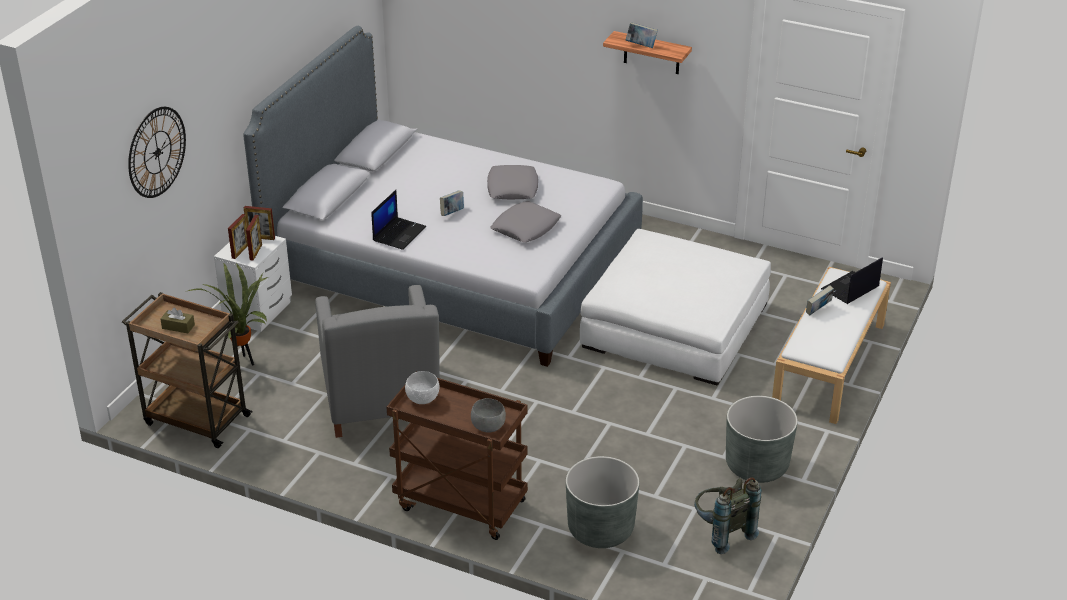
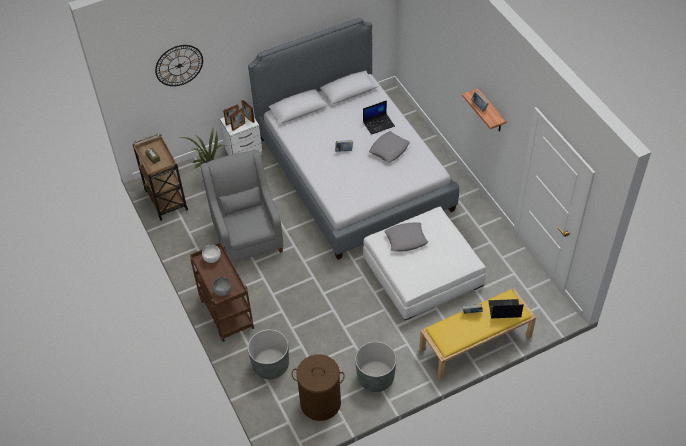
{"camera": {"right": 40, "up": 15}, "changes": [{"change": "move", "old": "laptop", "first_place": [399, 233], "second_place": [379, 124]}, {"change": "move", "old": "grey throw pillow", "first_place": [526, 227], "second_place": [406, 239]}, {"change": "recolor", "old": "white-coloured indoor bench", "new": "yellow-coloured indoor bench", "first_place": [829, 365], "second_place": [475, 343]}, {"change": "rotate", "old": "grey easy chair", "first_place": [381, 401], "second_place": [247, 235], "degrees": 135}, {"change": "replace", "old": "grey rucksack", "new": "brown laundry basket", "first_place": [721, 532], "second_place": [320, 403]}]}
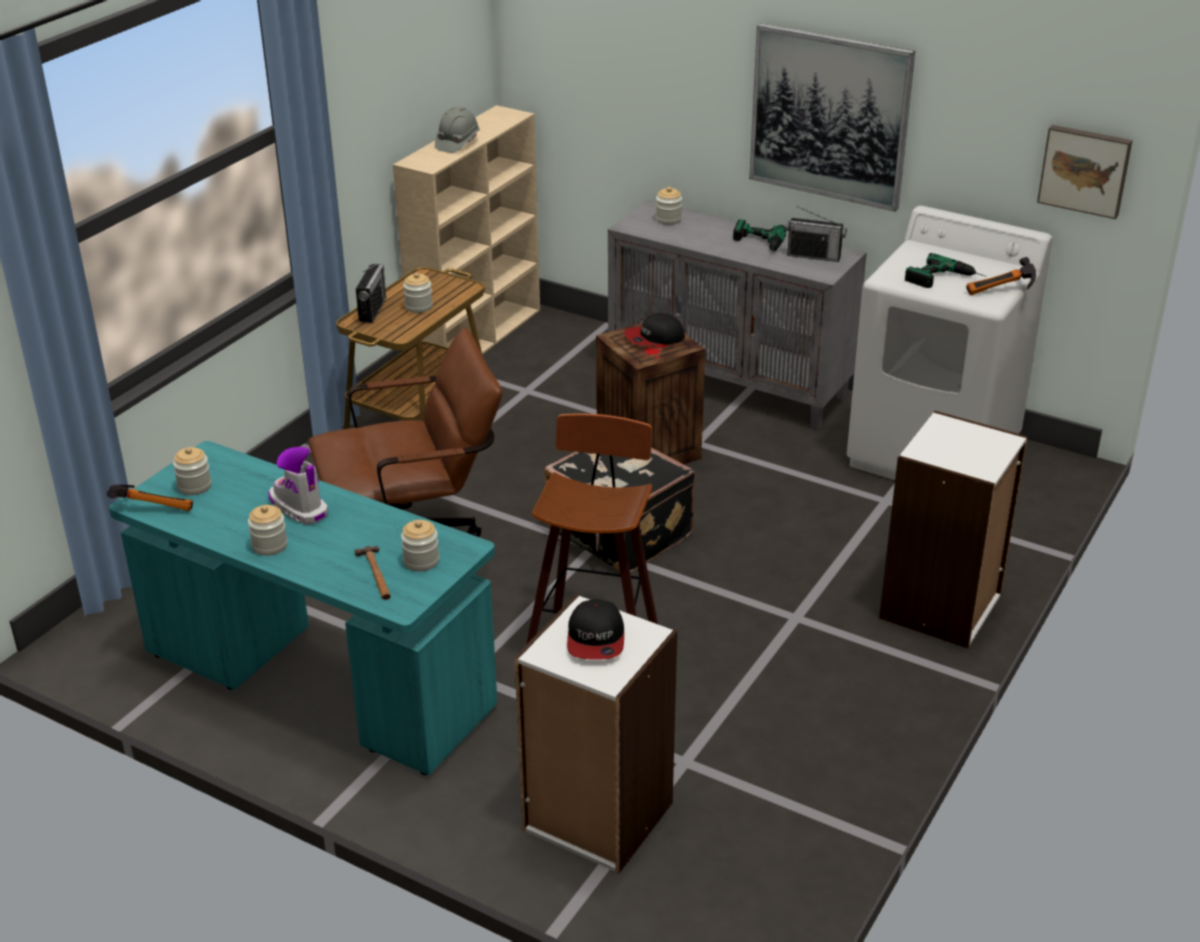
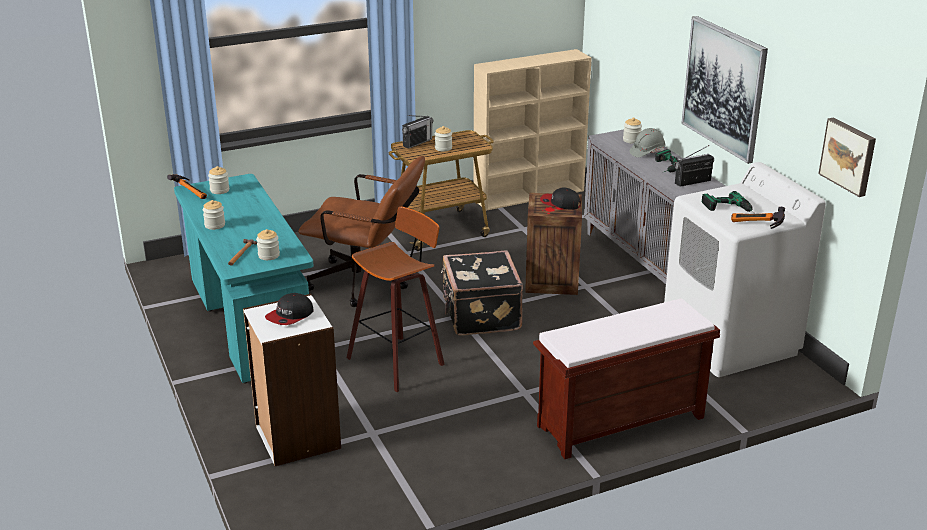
{"camera": {"right": 35, "up": -5}, "changes": [{"change": "move", "old": "grey hard hat", "first_place": [457, 143], "second_place": [647, 152]}, {"change": "rotate", "old": "radio receiver", "first_place": [814, 256], "second_place": [692, 182], "degrees": 105}, {"change": "replace", "old": "white-coloured bookshelf", "new": "brown indoor bench", "first_place": [941, 607], "second_place": [619, 423]}, {"change": "delete", "old": "high-top boot", "first_place": [298, 507]}]}
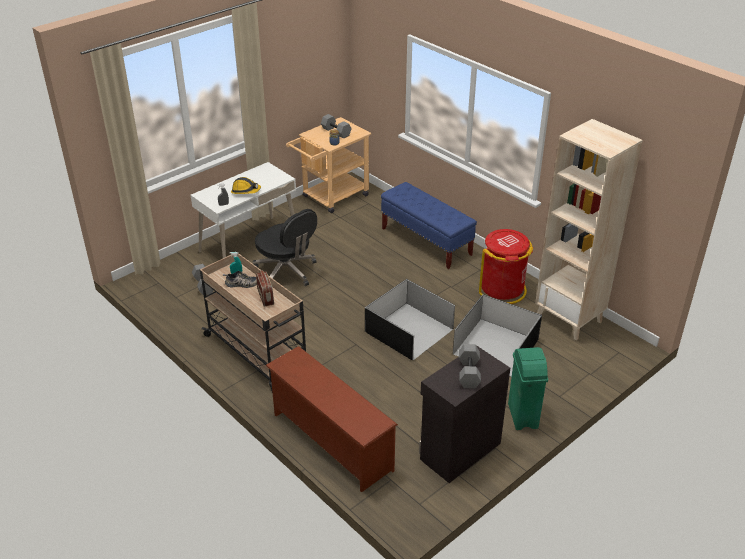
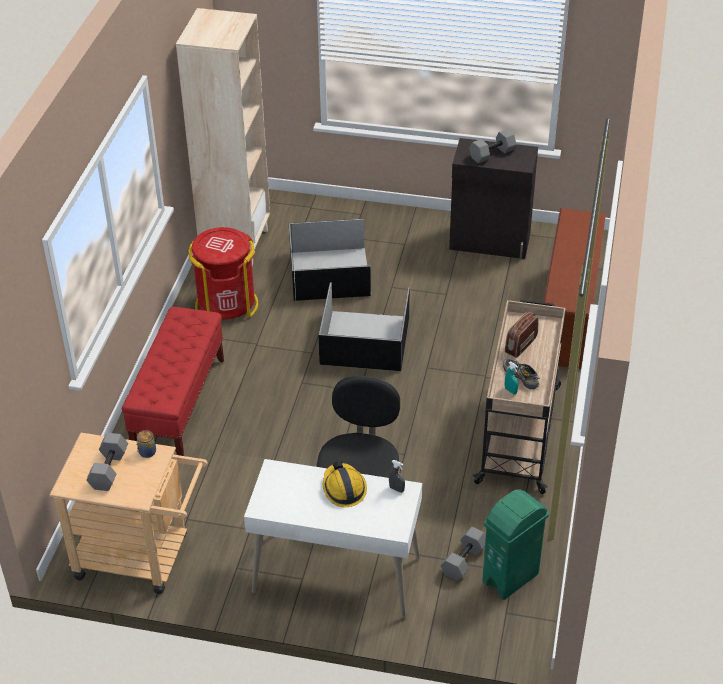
{"camera": {"right": -125, "up": 5}, "changes": [{"change": "recolor", "old": "blue indoor bench", "new": "red indoor bench", "first_place": [426, 242], "second_place": [179, 404]}, {"change": "move", "old": "green waste bin", "first_place": [522, 416], "second_place": [511, 578]}]}
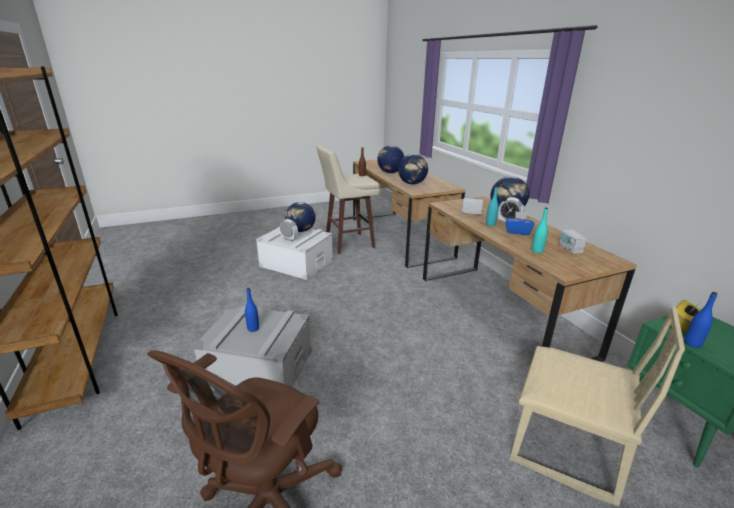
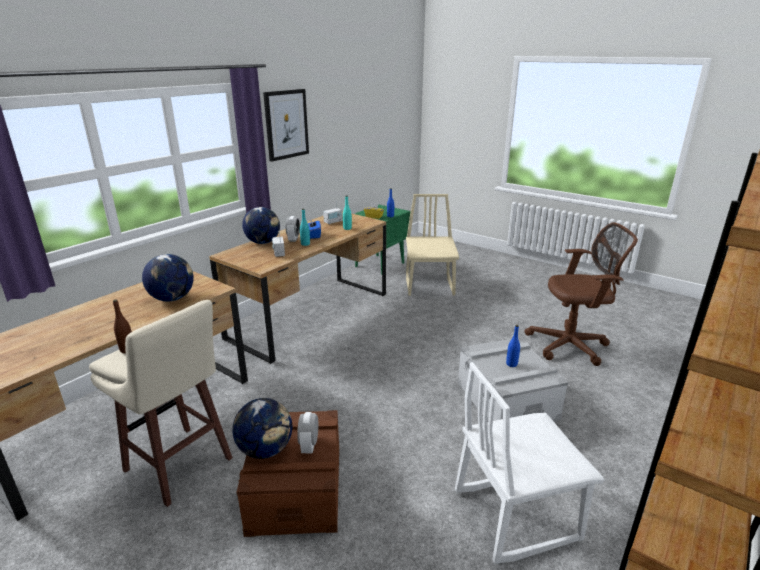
{"camera": {"right": -120, "up": 0}, "changes": [{"change": "delete", "old": "world globe", "first_place": [390, 172]}, {"change": "recolor", "old": "white-coloured storage box", "new": "brown storage box", "first_place": [296, 263], "second_place": [296, 489]}, {"change": "insert", "new": "picture", "second_place": [286, 124]}, {"change": "insert", "new": "white-coloured upright chair", "second_place": [515, 514]}]}
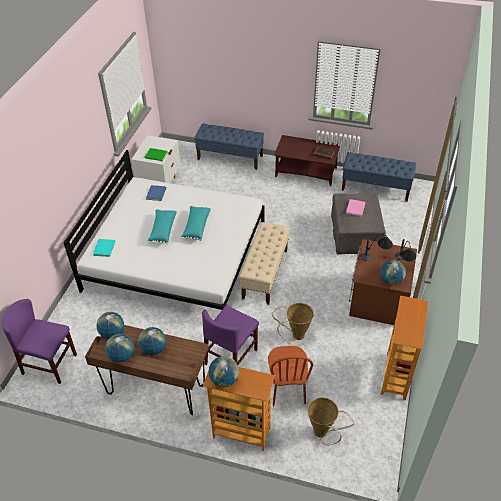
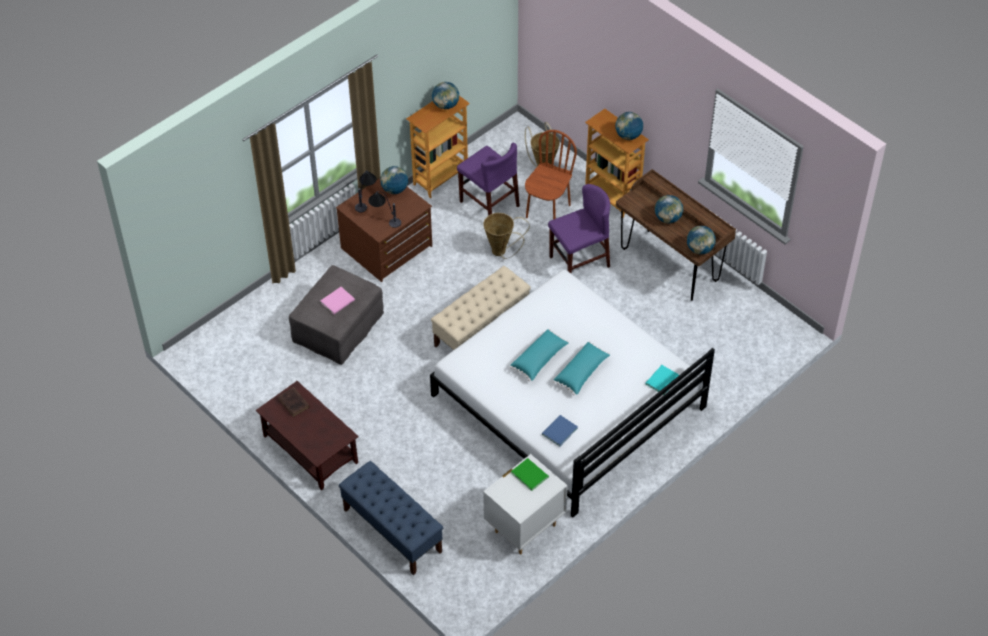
{"camera": {"right": -150, "up": 5}, "changes": [{"change": "delete", "old": "blue indoor bench", "first_place": [376, 188]}, {"change": "move", "old": "purple-coloured upright chair", "first_place": [49, 364], "second_place": [489, 204]}, {"change": "move", "old": "world globe", "first_place": [122, 356], "second_place": [446, 105]}]}
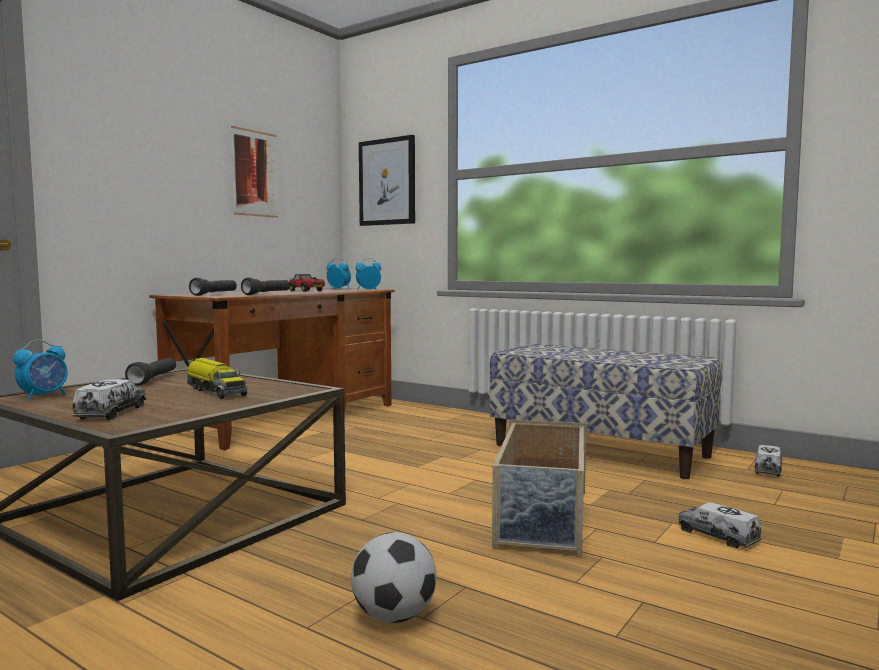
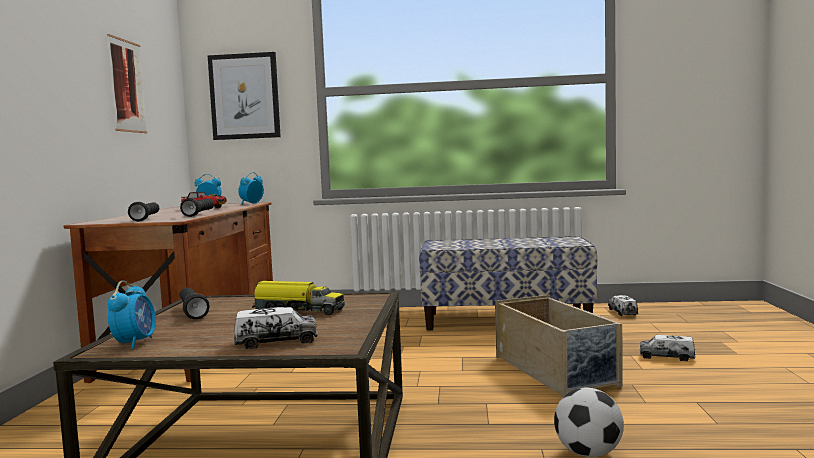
{"camera": {"right": -30, "up": 0}, "changes": [{"change": "rotate", "old": "toy truck", "first_place": [111, 413], "second_place": [276, 342], "degrees": 105}]}
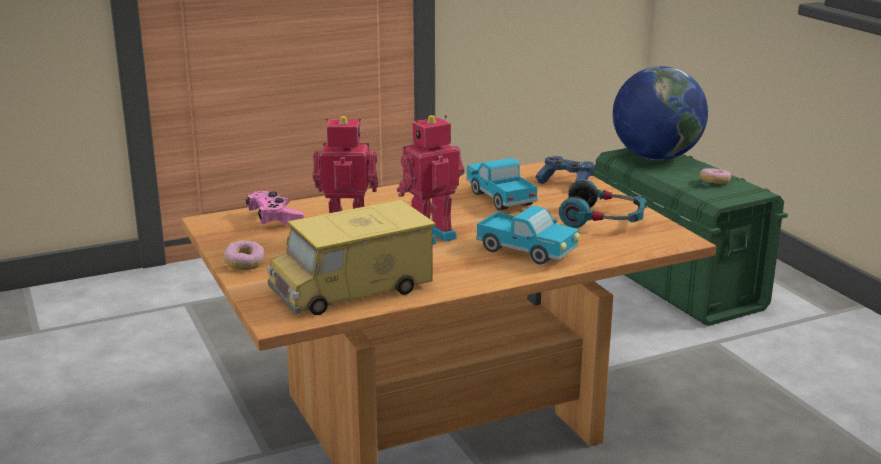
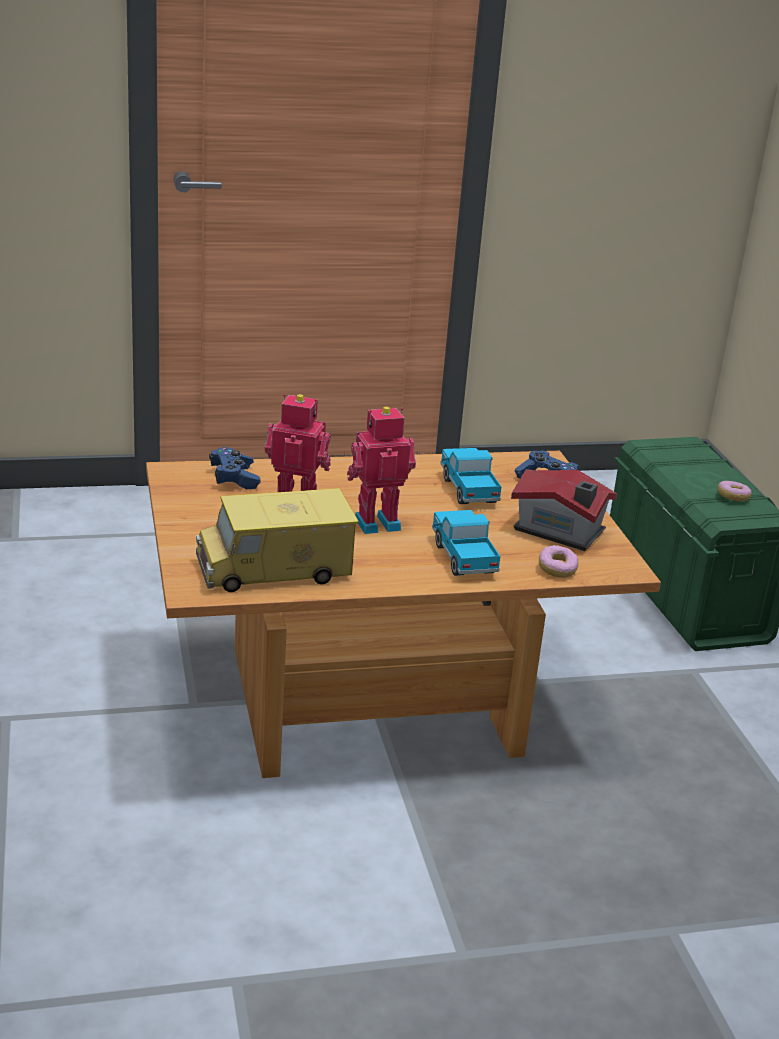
{"camera": {"right": 10, "up": 5}, "changes": [{"change": "delete", "old": "world globe", "first_place": [656, 157]}, {"change": "replace", "old": "headphones", "new": "model house", "first_place": [603, 219], "second_place": [560, 532]}, {"change": "recolor", "old": "pink gamepad", "new": "blue gamepad", "first_place": [275, 219], "second_place": [234, 478]}, {"change": "rotate", "old": "toy truck", "first_place": [527, 252], "second_place": [463, 557], "degrees": -150}, {"change": "move", "old": "donut", "first_place": [245, 264], "second_place": [557, 570]}]}
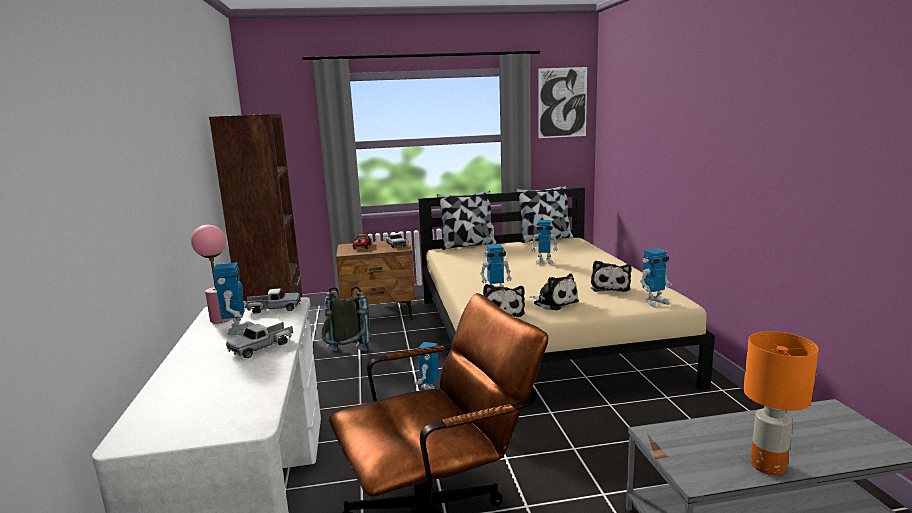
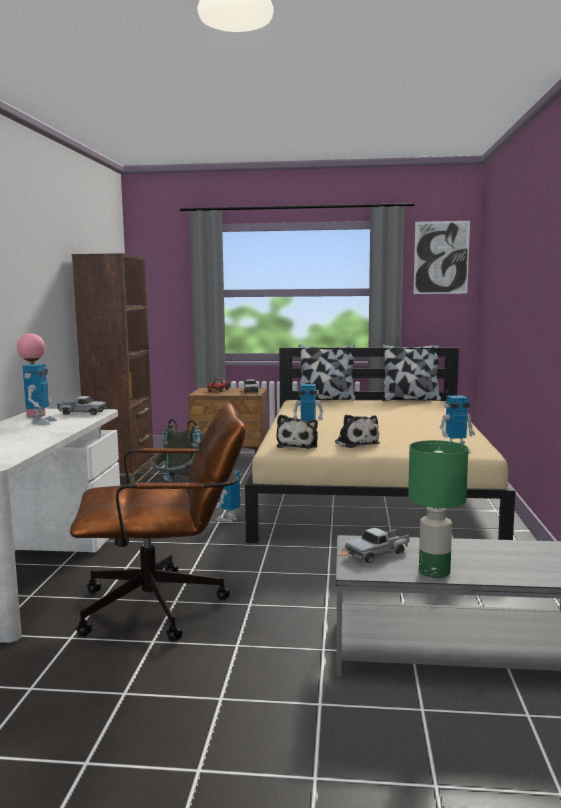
{"camera": {"right": 15, "up": -5}, "changes": [{"change": "delete", "old": "robot figure", "first_place": [544, 262]}, {"change": "delete", "old": "plush toy", "first_place": [610, 287]}, {"change": "move", "old": "toy truck", "first_place": [262, 347], "second_place": [378, 553]}, {"change": "recolor", "old": "orangey table lamp", "new": "green table lamp", "first_place": [769, 466], "second_place": [435, 572]}]}
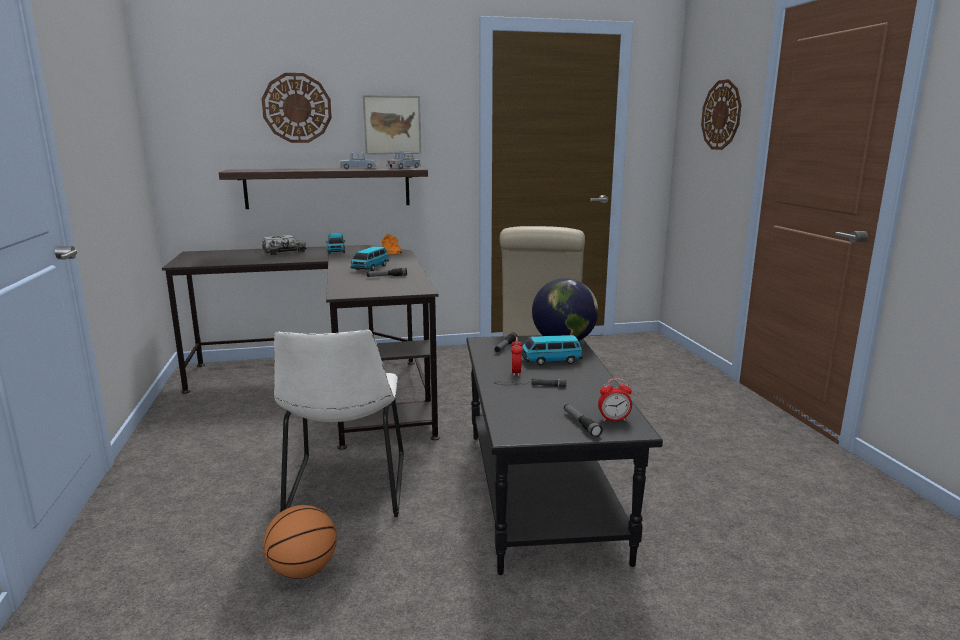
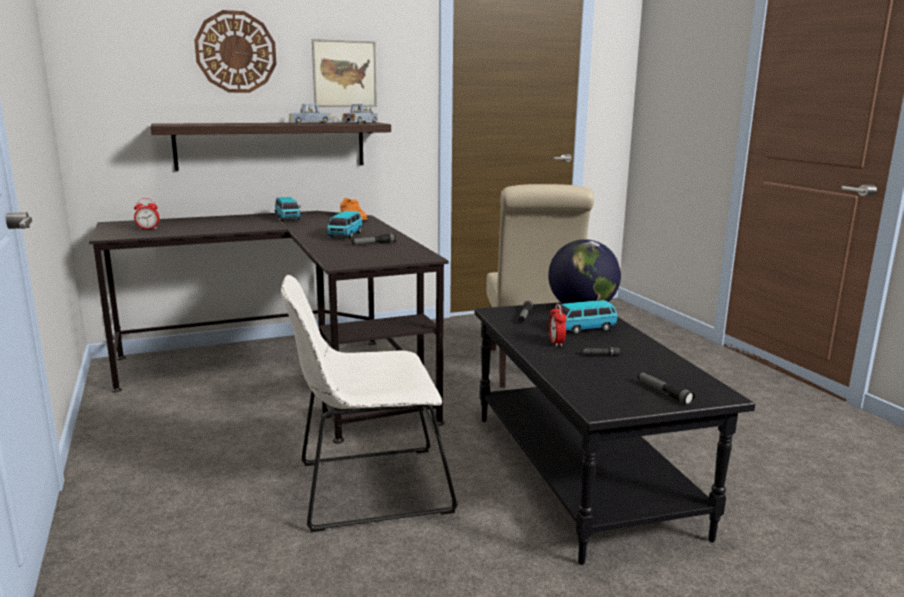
{"camera": {"right": -10, "up": 0}, "changes": [{"change": "delete", "old": "hanging clock", "first_place": [721, 115]}, {"change": "delete", "old": "toy truck", "first_place": [284, 252]}, {"change": "rotate", "old": "white-coloured upright chair", "first_place": [346, 490], "second_place": [366, 488], "degrees": 90}, {"change": "move", "old": "alarm clock", "first_place": [613, 419], "second_place": [148, 229]}, {"change": "delete", "old": "ball for basketball", "first_place": [303, 571]}]}
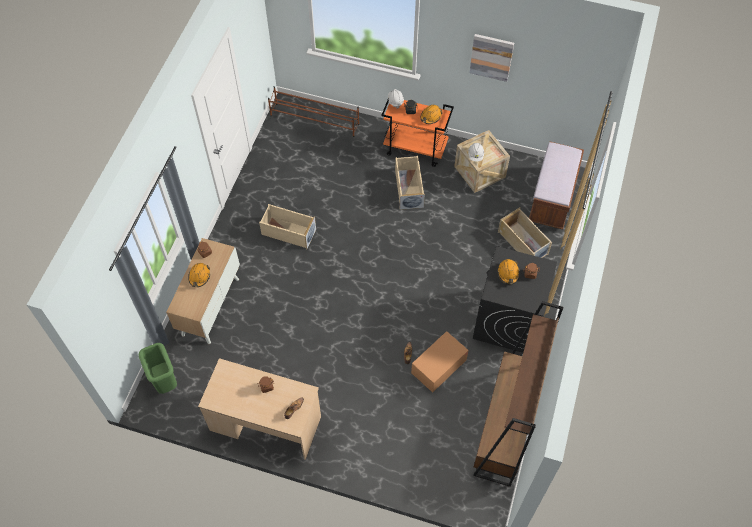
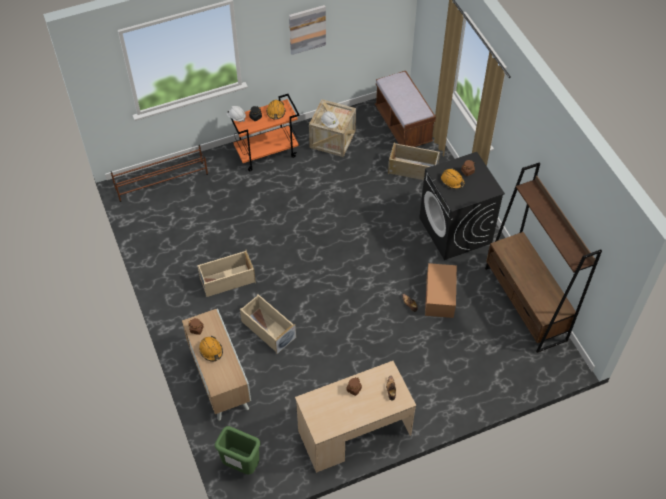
{"camera": {"right": -40, "up": -5}, "changes": [{"change": "move", "old": "beige storage box", "first_place": [408, 188], "second_place": [268, 329]}]}
